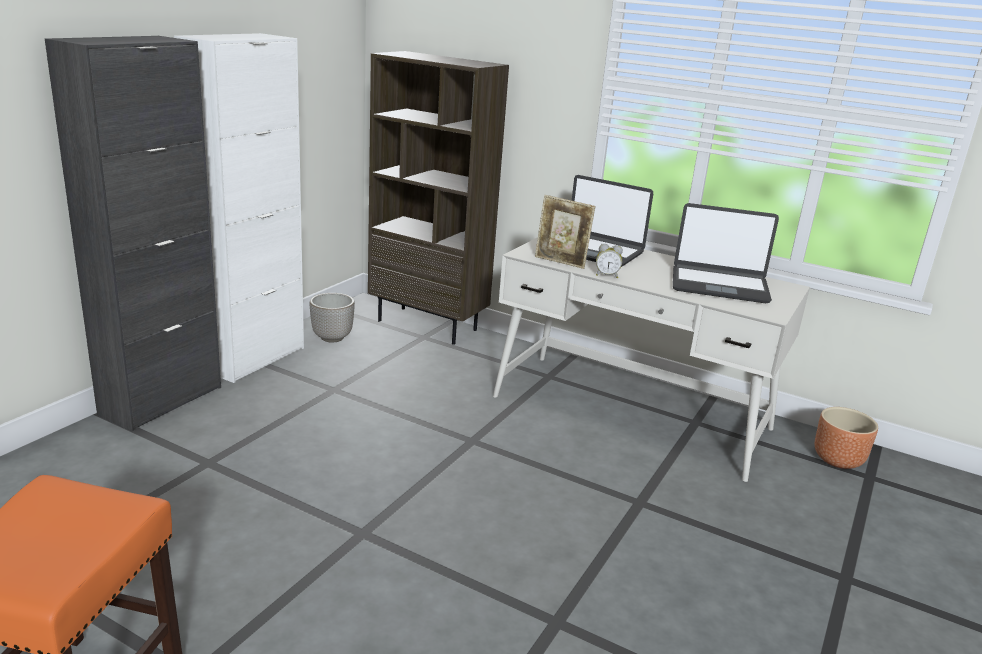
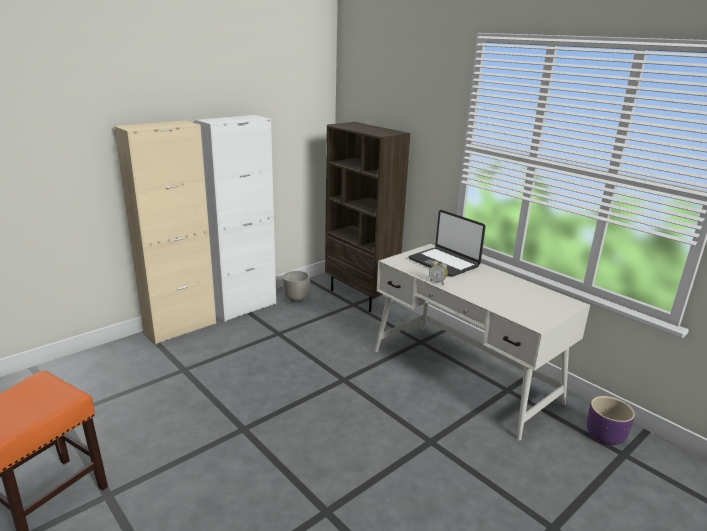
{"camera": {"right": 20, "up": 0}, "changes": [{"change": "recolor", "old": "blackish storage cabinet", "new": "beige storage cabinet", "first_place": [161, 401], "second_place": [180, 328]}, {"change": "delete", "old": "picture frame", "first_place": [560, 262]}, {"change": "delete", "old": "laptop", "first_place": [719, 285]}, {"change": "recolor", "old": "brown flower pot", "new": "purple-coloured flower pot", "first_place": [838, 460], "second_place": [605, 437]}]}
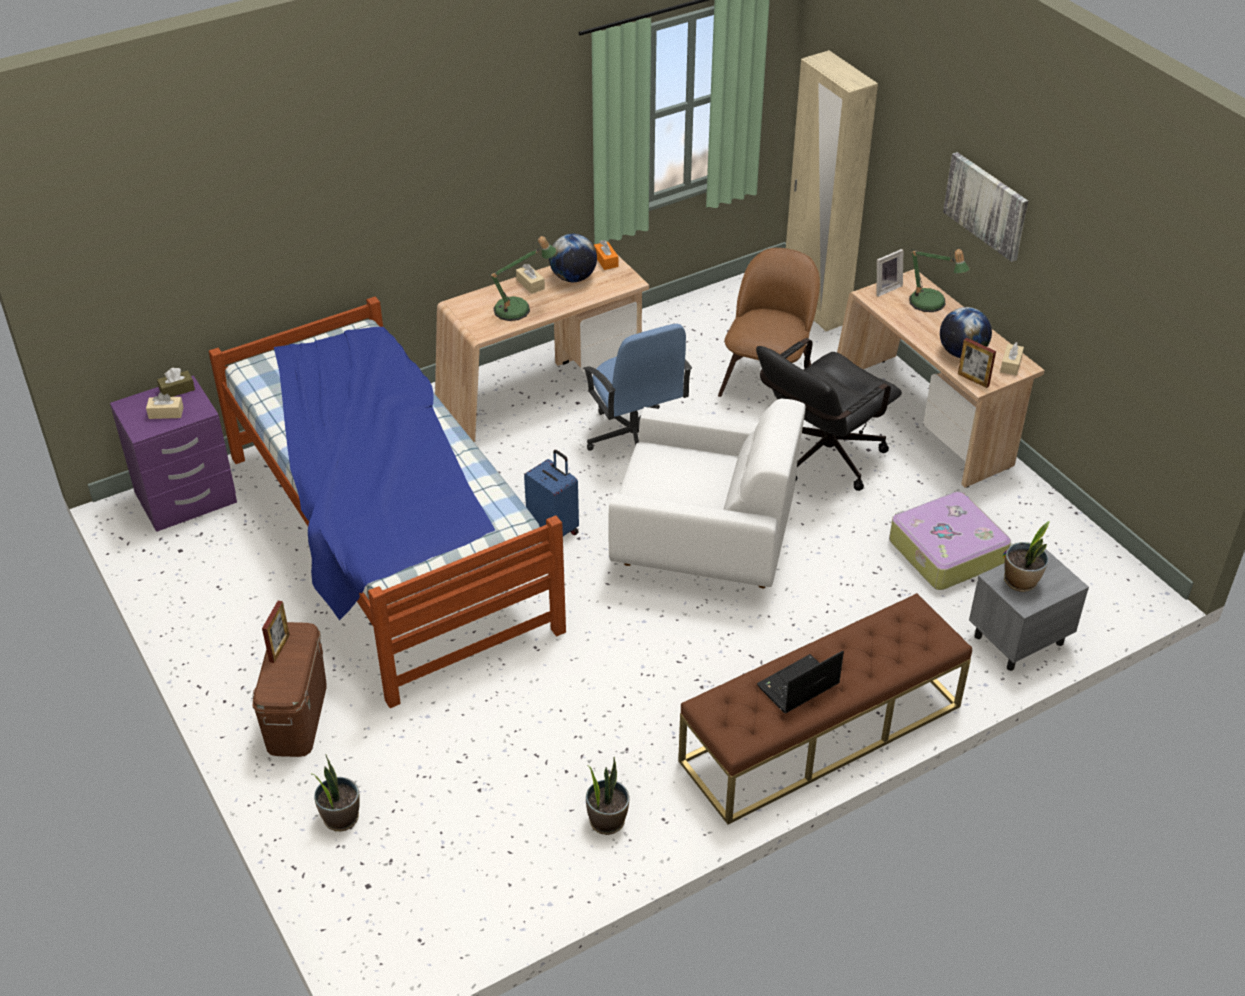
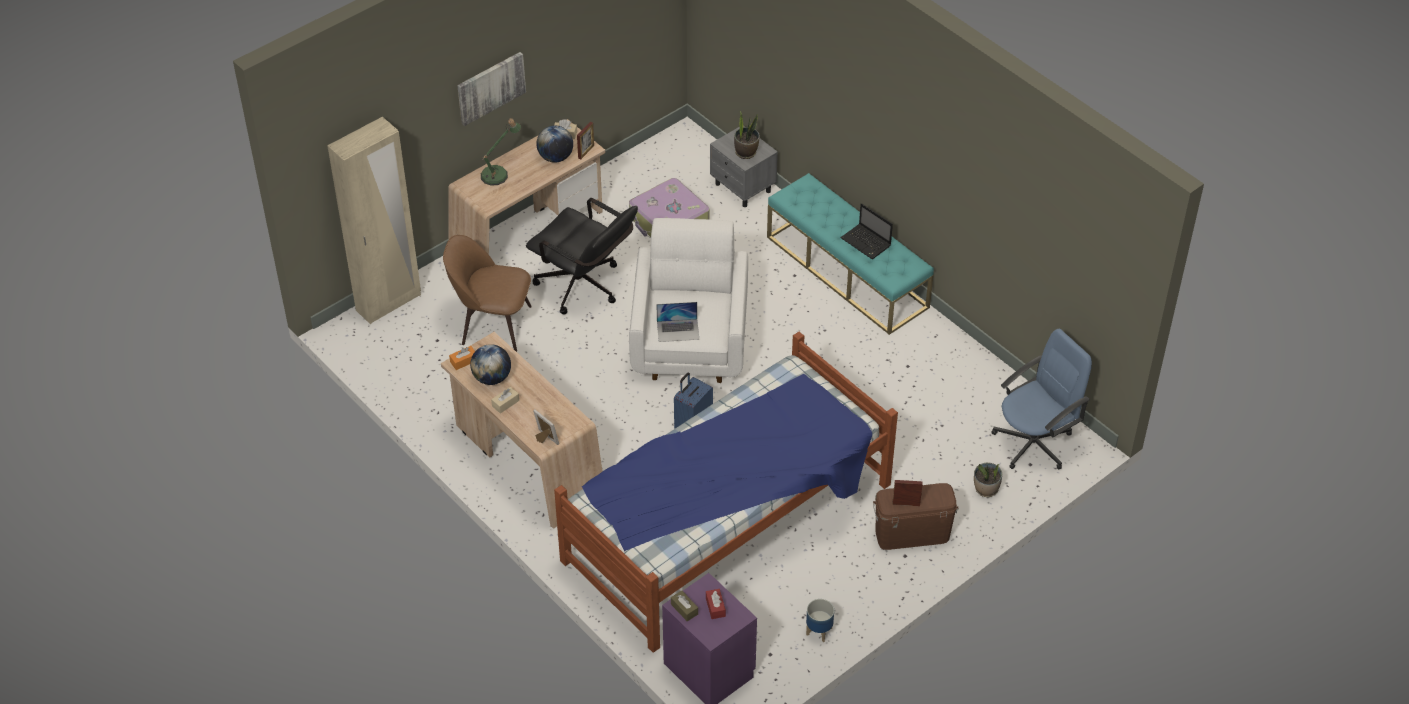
{"camera": {"right": -100, "up": 5}, "changes": [{"change": "delete", "old": "table lamp", "first_place": [518, 309]}, {"change": "move", "old": "picture frame", "first_place": [885, 288], "second_place": [545, 440]}, {"change": "move", "old": "blue office chair", "first_place": [634, 437], "second_place": [1034, 443]}, {"change": "recolor", "old": "beige tissue holder", "new": "red tissue holder", "first_place": [166, 413], "second_place": [715, 607]}, {"change": "recolor", "old": "brown indoor bench", "new": "turquoise indoor bench", "first_place": [821, 734], "second_place": [847, 272]}, {"change": "delete", "old": "potted plant", "first_place": [607, 820]}, {"change": "insert", "new": "laptop", "second_place": [678, 330]}, {"change": "insert", "new": "flower pot", "second_place": [819, 631]}]}
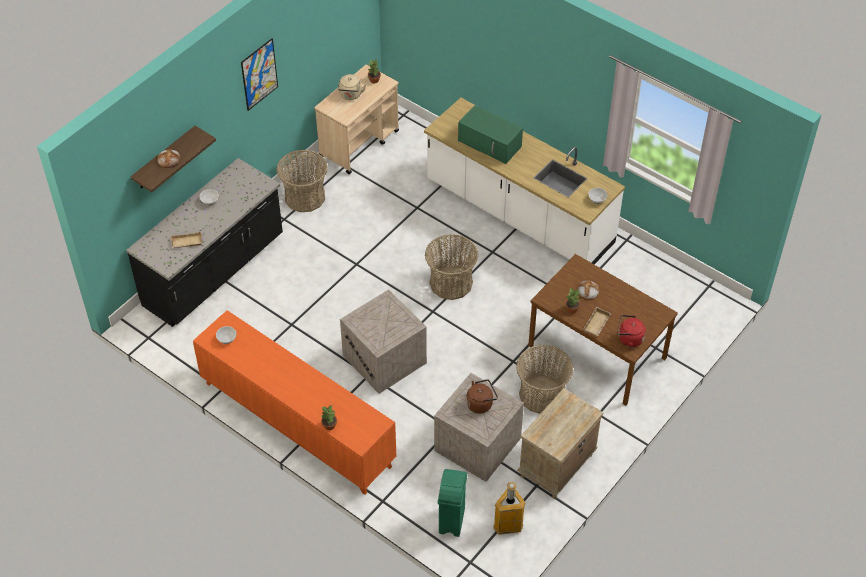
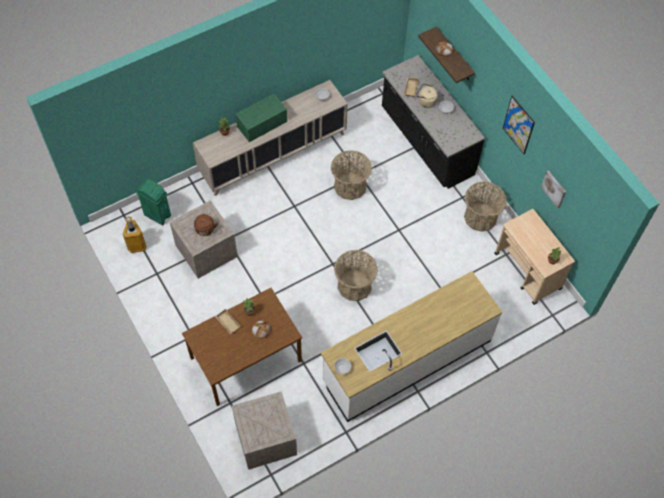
{"camera": {"right": 110, "up": 10}, "changes": [{"change": "move", "old": "beige water kettle", "first_place": [350, 95], "second_place": [425, 101]}, {"change": "move", "old": "green microwave", "first_place": [490, 143], "second_place": [261, 124]}, {"change": "move", "old": "shipping crate", "first_place": [386, 359], "second_place": [265, 439]}, {"change": "recolor", "old": "orangey storage cabinet", "new": "beige storage cabinet", "first_place": [297, 425], "second_place": [273, 154]}, {"change": "delete", "old": "red water kettle", "first_place": [629, 339]}, {"change": "move", "old": "storage basket", "first_place": [542, 395], "second_place": [350, 186]}, {"change": "delete", "old": "beige nightstand", "first_place": [556, 466]}, {"change": "insert", "new": "picture", "second_place": [554, 188]}]}
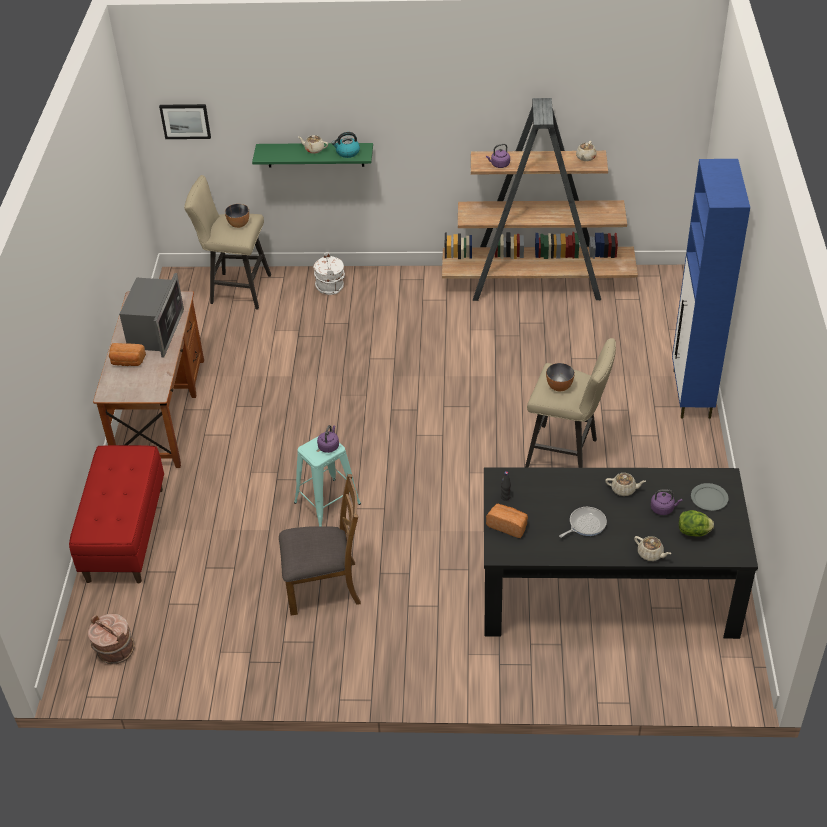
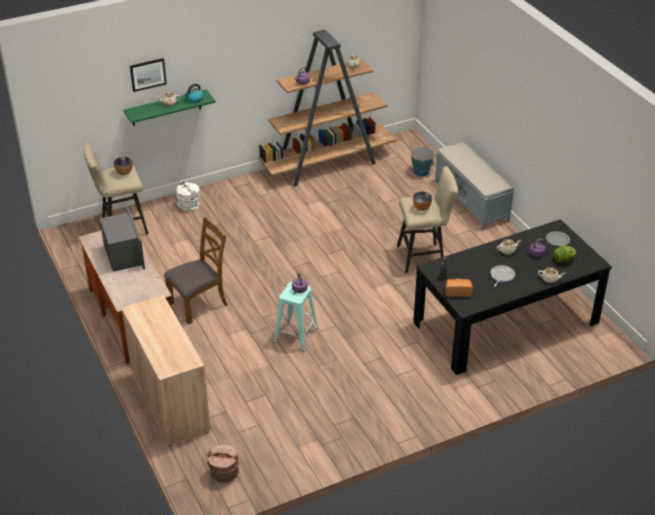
{"camera": {"right": -30, "up": -5}, "changes": [{"change": "move", "old": "picture", "first_place": [185, 121], "second_place": [148, 74]}, {"change": "replace", "old": "blue storage cabinet", "new": "grey indoor bench", "first_place": [691, 394], "second_place": [471, 201]}, {"change": "delete", "old": "baked bread", "first_place": [127, 362]}, {"change": "replace", "old": "red indoor bench", "new": "beige storage cabinet", "first_place": [125, 534], "second_place": [170, 402]}, {"change": "move", "old": "brown upright chair", "first_place": [324, 586], "second_place": [199, 303]}, {"change": "insert", "new": "bucket", "second_place": [421, 172]}]}
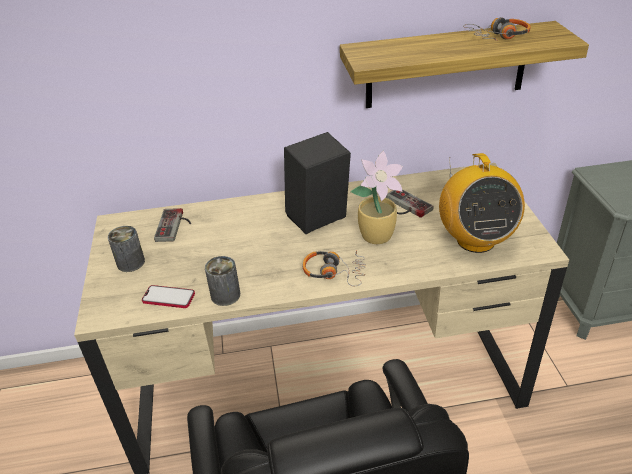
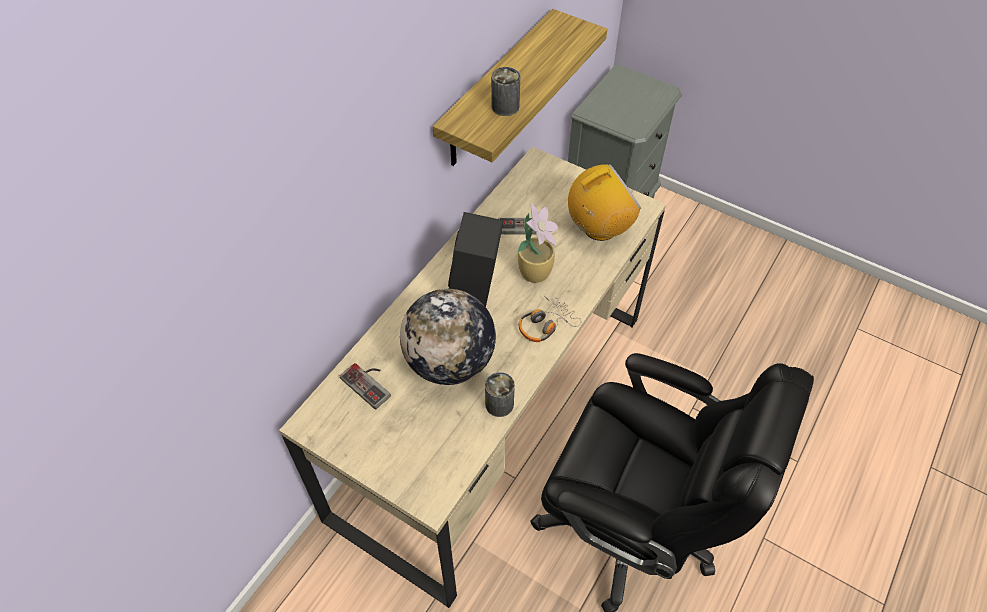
{"camera": {"right": -50, "up": 15}, "changes": [{"change": "delete", "old": "headphones", "first_place": [498, 37]}, {"change": "rotate", "old": "radio receiver", "first_place": [475, 240], "second_place": [599, 228], "degrees": -60}, {"change": "move", "old": "can", "first_place": [131, 262], "second_place": [505, 106]}, {"change": "delete", "old": "phone", "first_place": [168, 298]}, {"change": "insert", "new": "world globe", "second_place": [450, 362]}]}
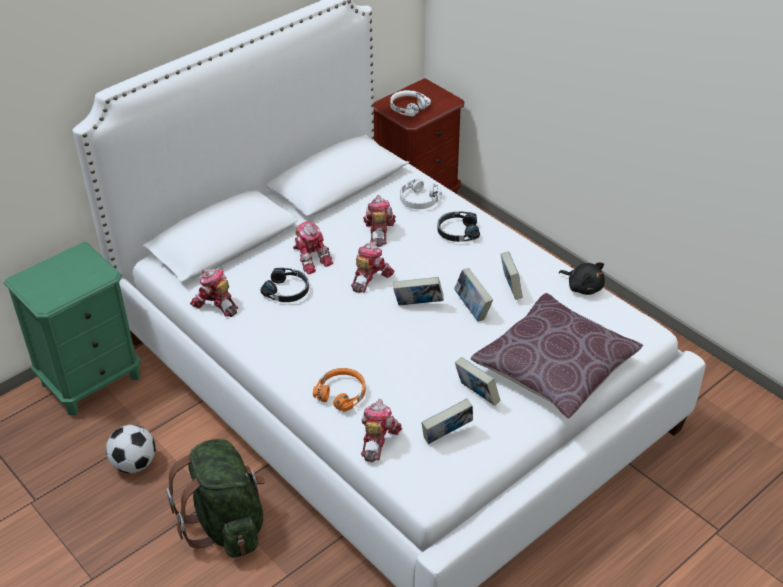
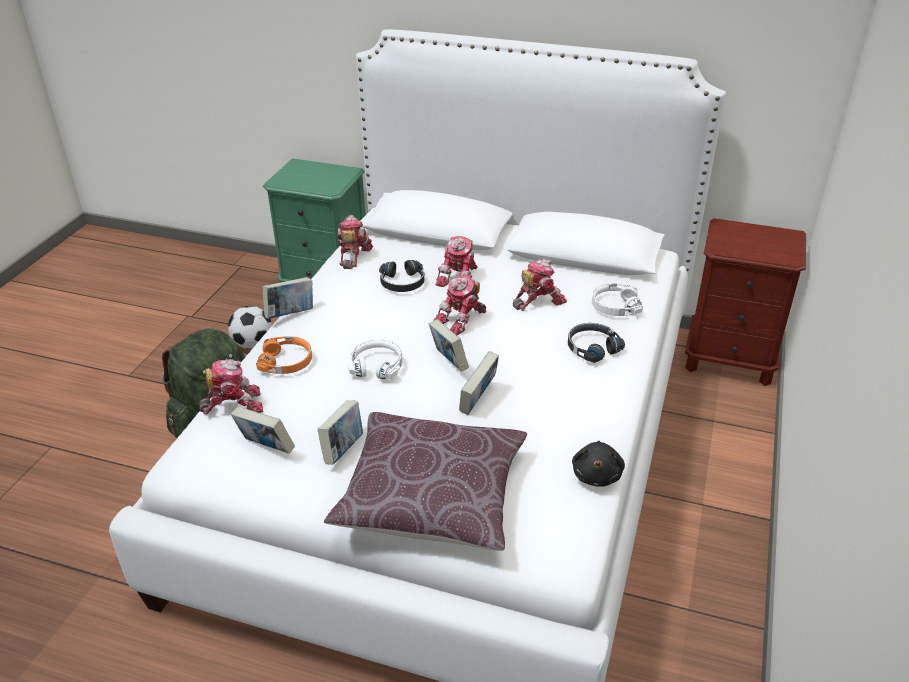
{"camera": {"right": 60, "up": -5}, "changes": [{"change": "move", "old": "white-coloured headphones", "first_place": [408, 107], "second_place": [377, 365]}, {"change": "rotate", "old": "robot figure", "first_place": [370, 278], "second_place": [462, 319], "degrees": 135}, {"change": "move", "old": "bound book", "first_place": [510, 289], "second_place": [290, 314]}]}
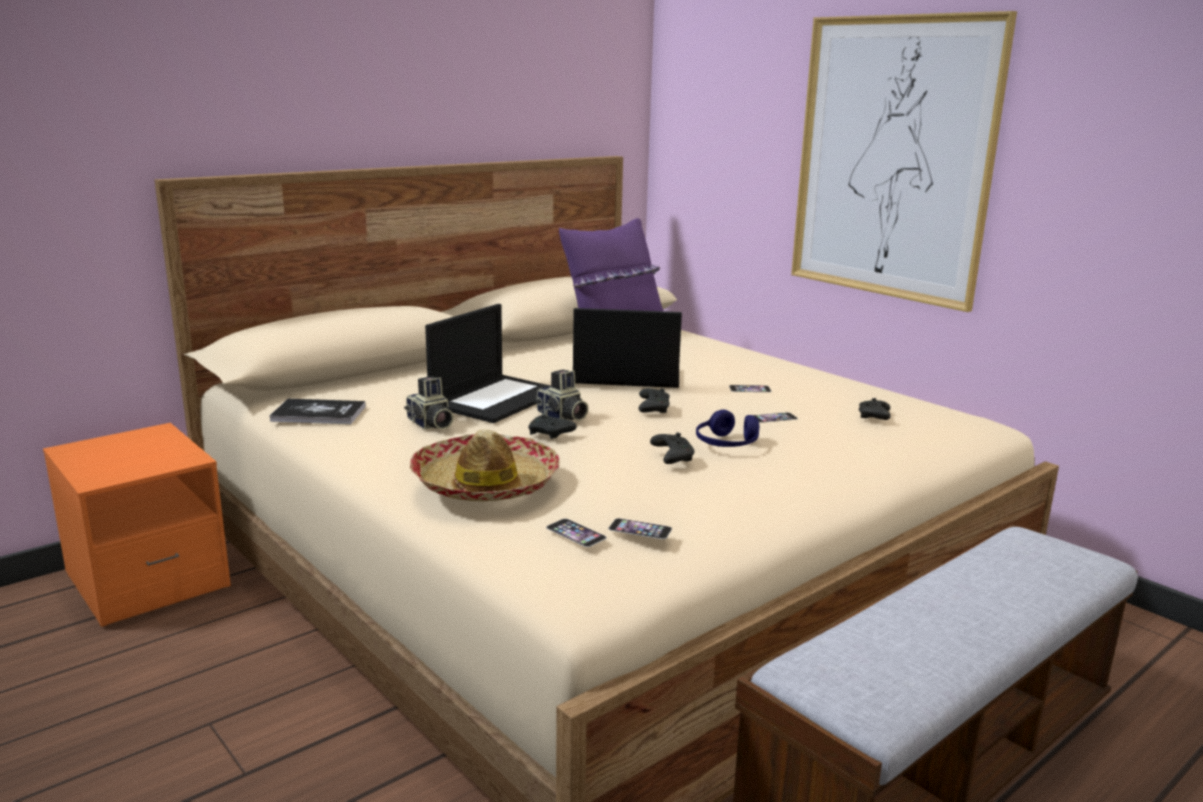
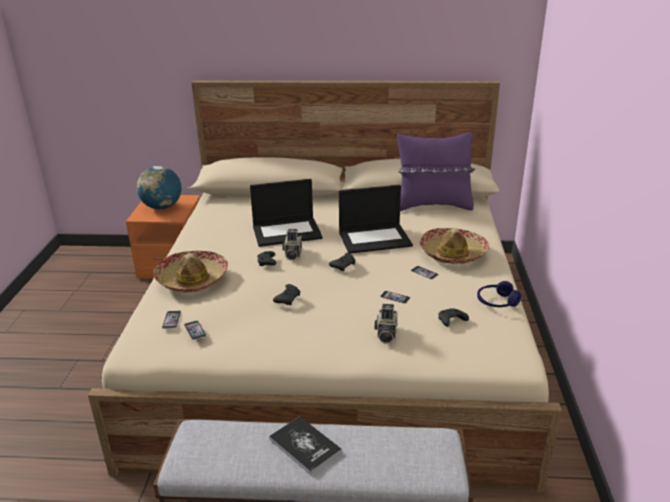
{"camera": {"right": 45, "up": 10}, "changes": [{"change": "delete", "old": "picture", "first_place": [892, 159]}, {"change": "rotate", "old": "laptop", "first_place": [625, 375], "second_place": [375, 238], "degrees": 120}, {"change": "move", "old": "photo camera", "first_place": [430, 424], "second_place": [385, 334]}, {"change": "move", "old": "bound book", "first_place": [319, 413], "second_place": [305, 445]}, {"change": "move", "old": "blue headphones", "first_place": [727, 444], "second_place": [497, 302]}, {"change": "insert", "new": "world globe", "second_place": [162, 207]}, {"change": "insert", "new": "hat", "second_place": [453, 253]}]}
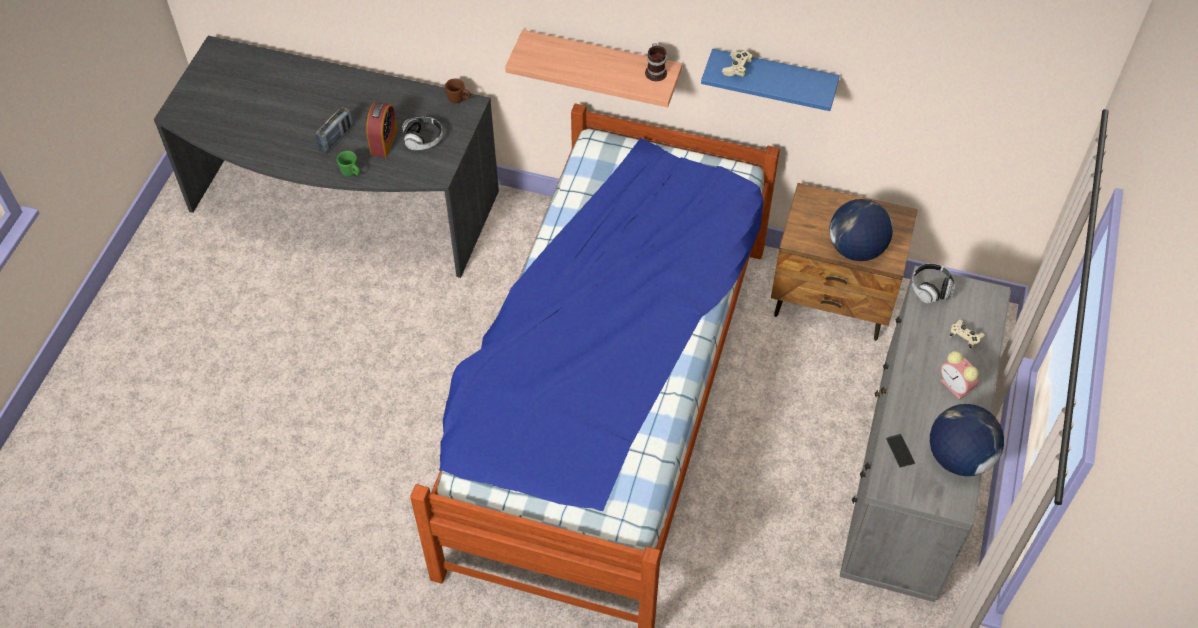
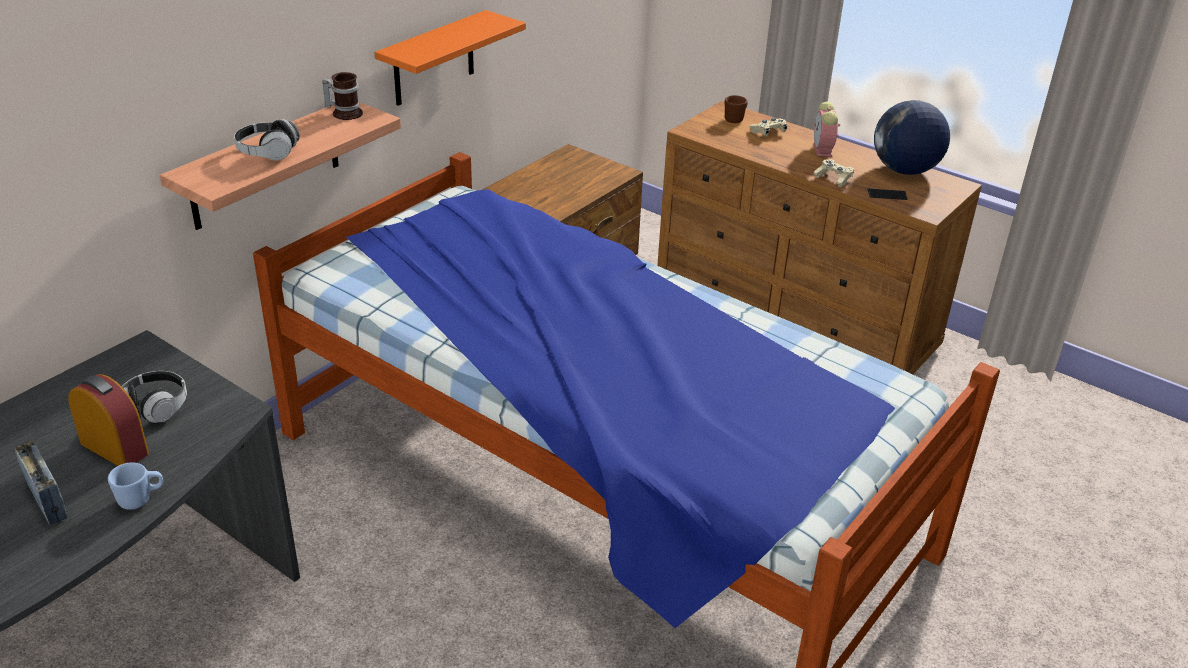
{"camera": {"right": -70, "up": -20}, "changes": [{"change": "recolor", "old": "blue wall shelf", "new": "orangey wall shelf", "first_place": [773, 79], "second_place": [434, 59]}, {"change": "move", "old": "beige gamepad", "first_place": [737, 68], "second_place": [833, 179]}, {"change": "move", "old": "brown coffee mug", "first_place": [459, 99], "second_place": [736, 119]}, {"change": "recolor", "old": "green coffee mug", "new": "blue coffee mug", "first_place": [351, 173], "second_place": [141, 499]}, {"change": "delete", "old": "world globe", "first_place": [856, 249]}, {"change": "move", "old": "headphones", "first_place": [931, 289], "second_place": [268, 152]}, {"change": "recolor", "old": "grey chest of drawers", "new": "brown chest of drawers", "first_place": [907, 478], "second_place": [795, 319]}, {"change": "rotate", "old": "alarm clock", "first_place": [956, 387], "second_place": [823, 151], "degrees": 105}]}
